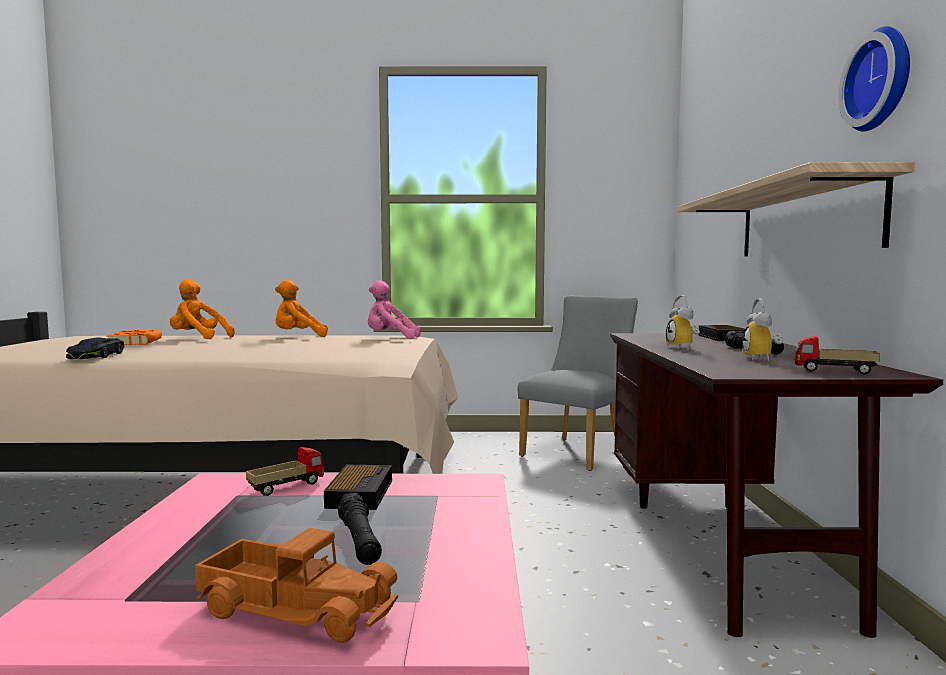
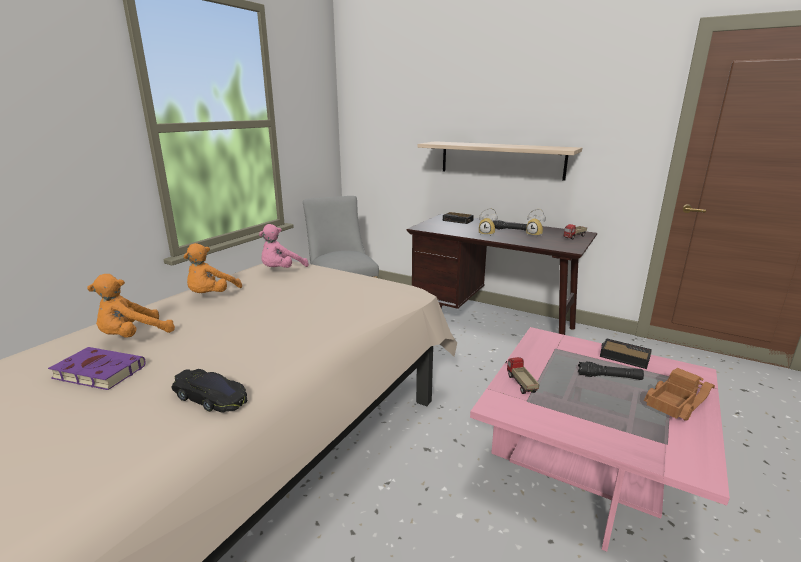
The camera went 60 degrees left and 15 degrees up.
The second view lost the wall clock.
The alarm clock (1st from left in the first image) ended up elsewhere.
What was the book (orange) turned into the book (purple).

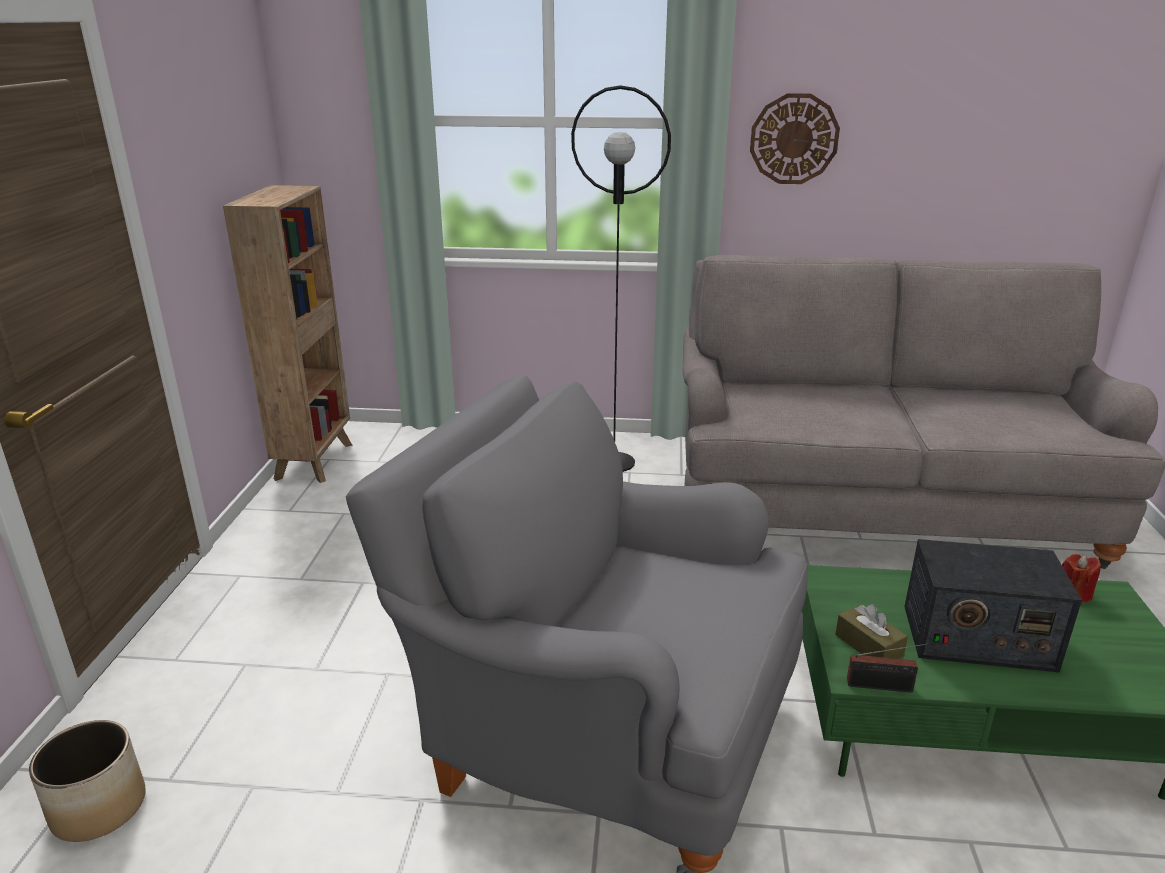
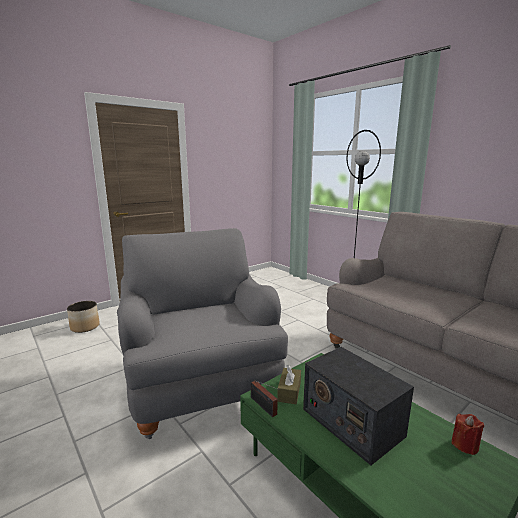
The camera went 45 degrees right and 10 degrees down.
The second view lost the bookcase (brown).
The second view lost the wall clock.

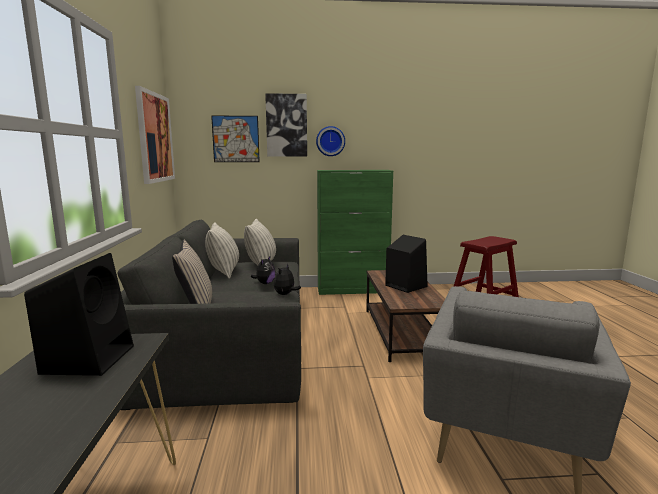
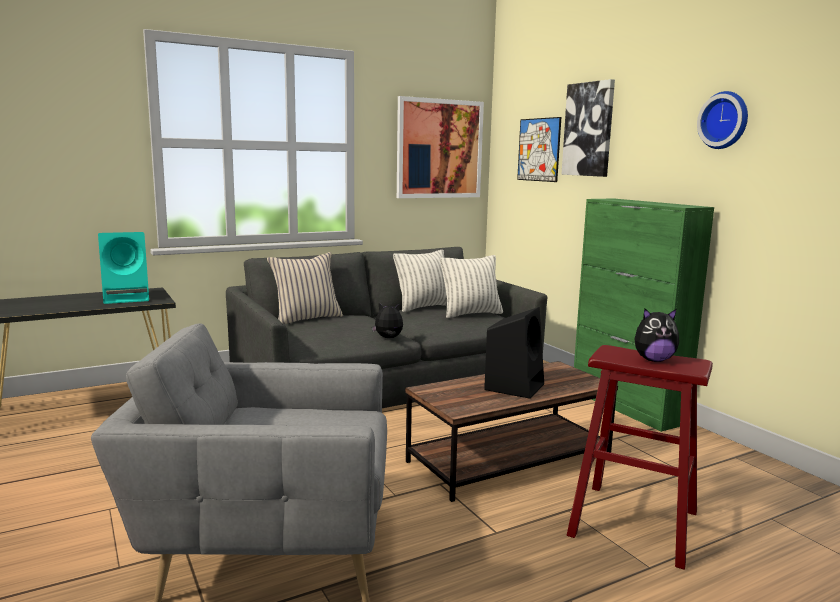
The camera went 65 degrees right and 0 degrees up.
The plush toy (1st from left in the first image) ended up elsewhere.
The wall clock ended up elsewhere.
What was the speaker (black) (1st from left) turned into the speaker (turquoise).

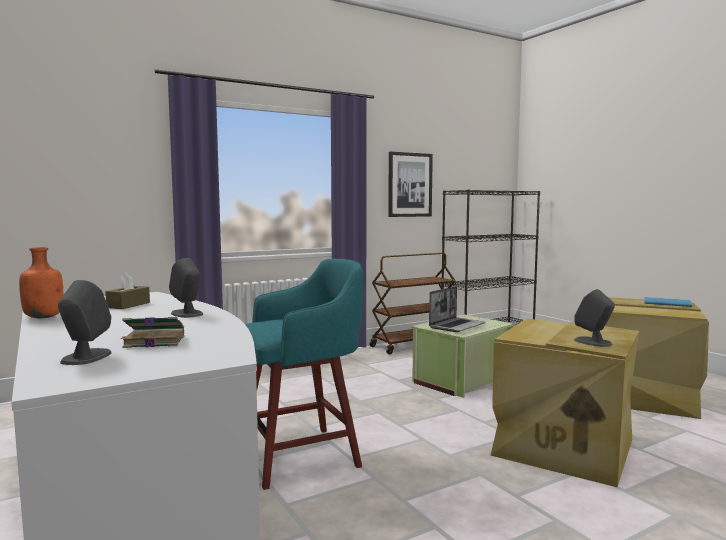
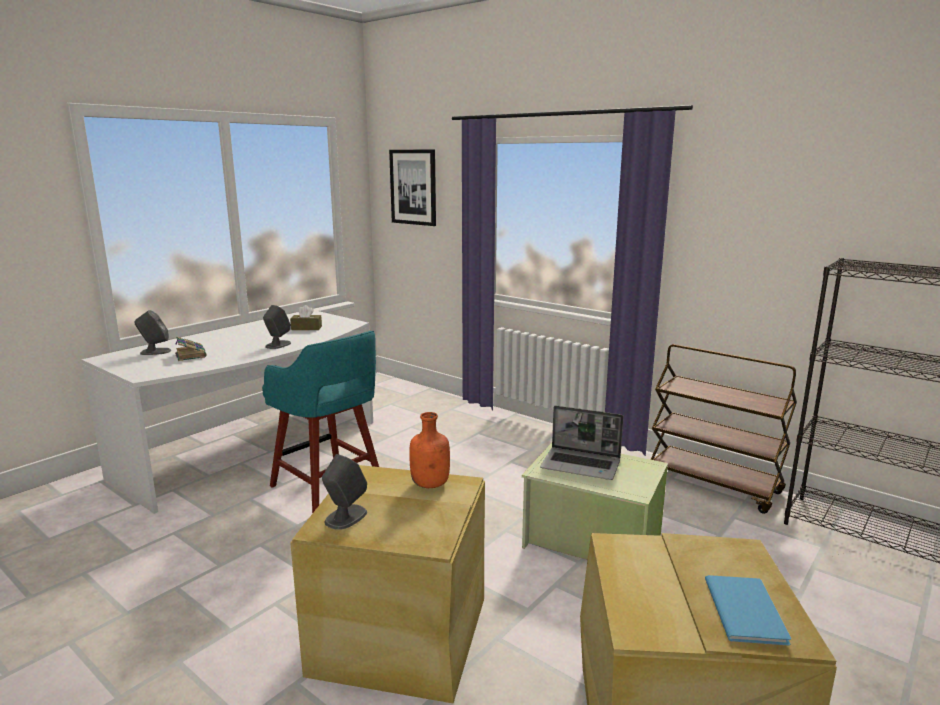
The camera went 70 degrees right and 10 degrees up.
The bottle (orange) ended up elsewhere.
The picture ended up elsewhere.

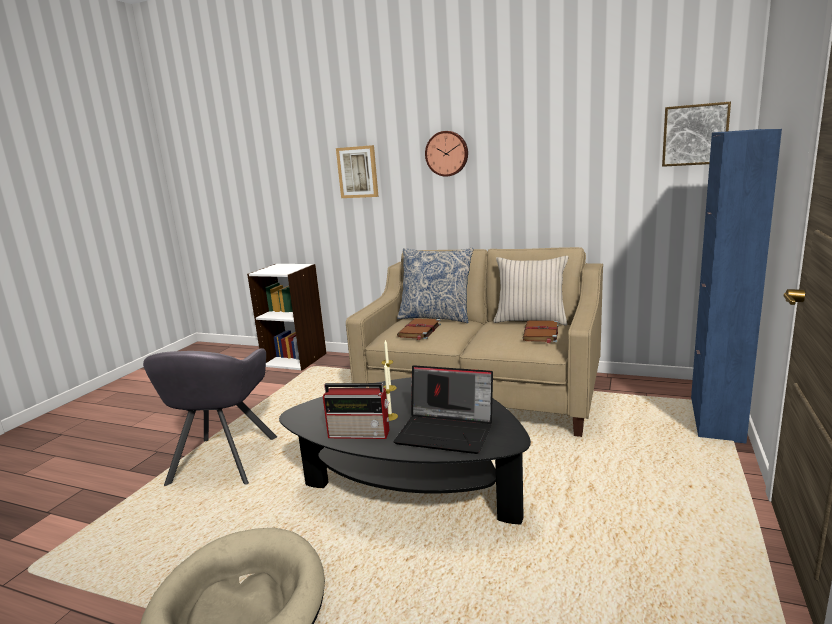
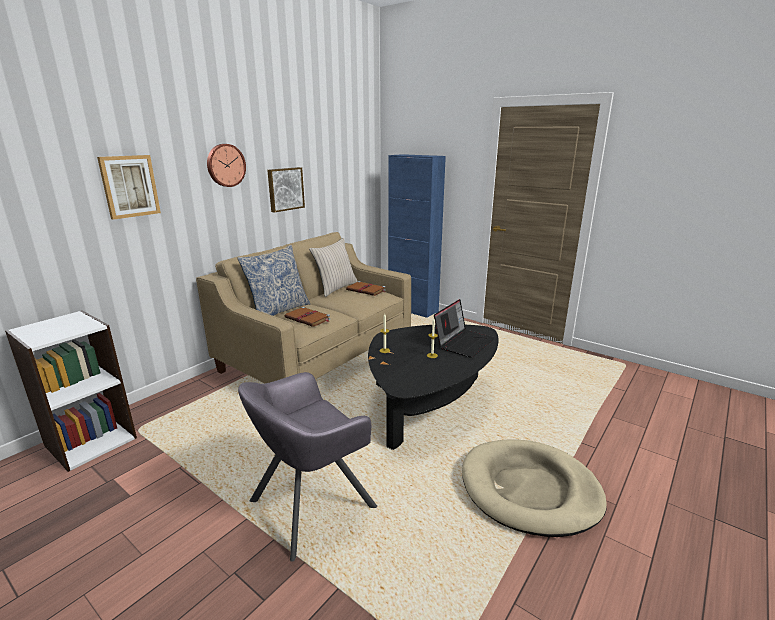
The camera went 75 degrees left and 5 degrees up.
The second view lost the radio.
The picture (2nd from left) ended up elsewhere.
The armchair (grey) ended up facing another way, 120 degrees clockwise from before.

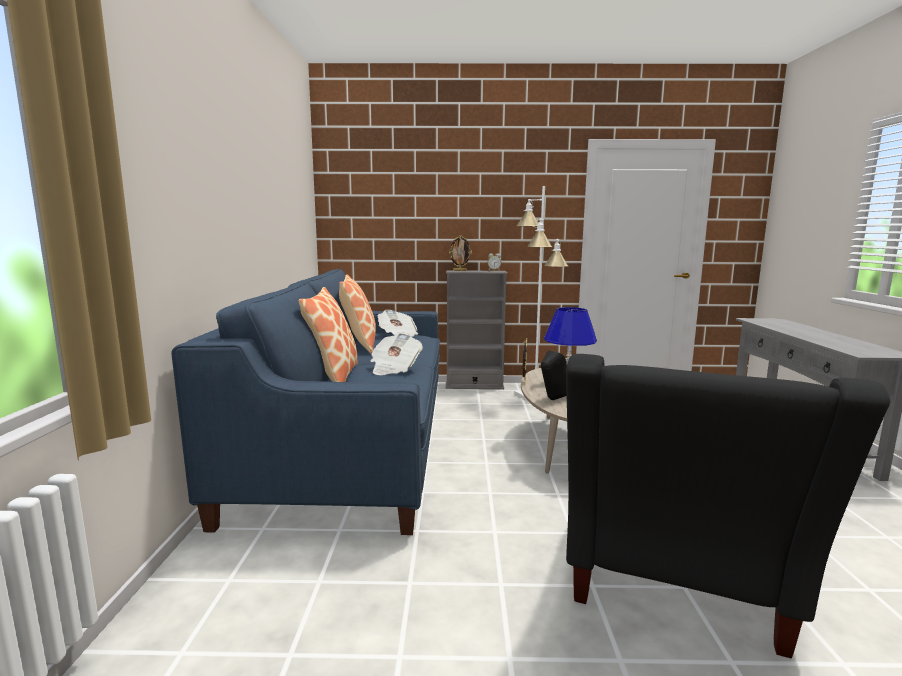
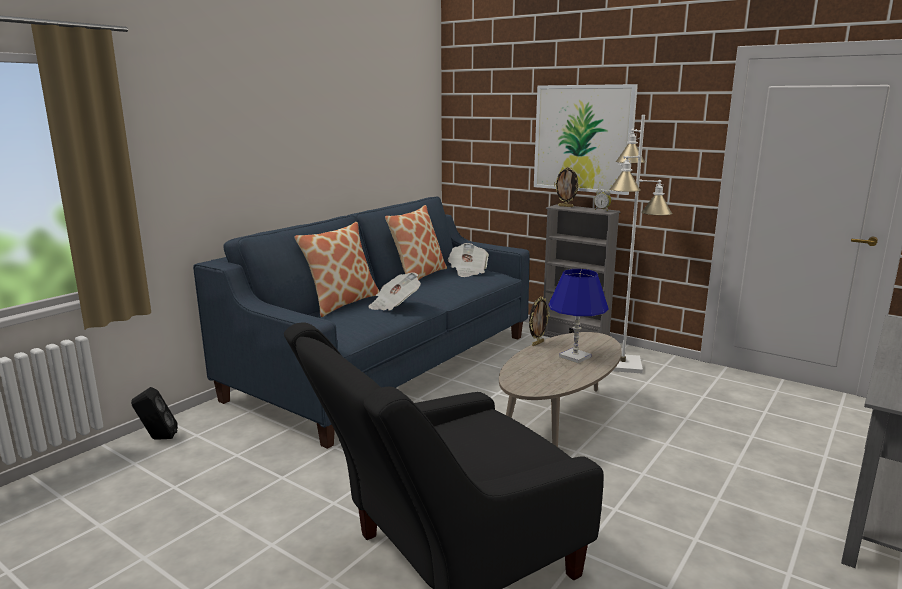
The camera went 35 degrees right and 5 degrees up.
The second view gained the picture.
The speaker (black) ended up elsewhere.

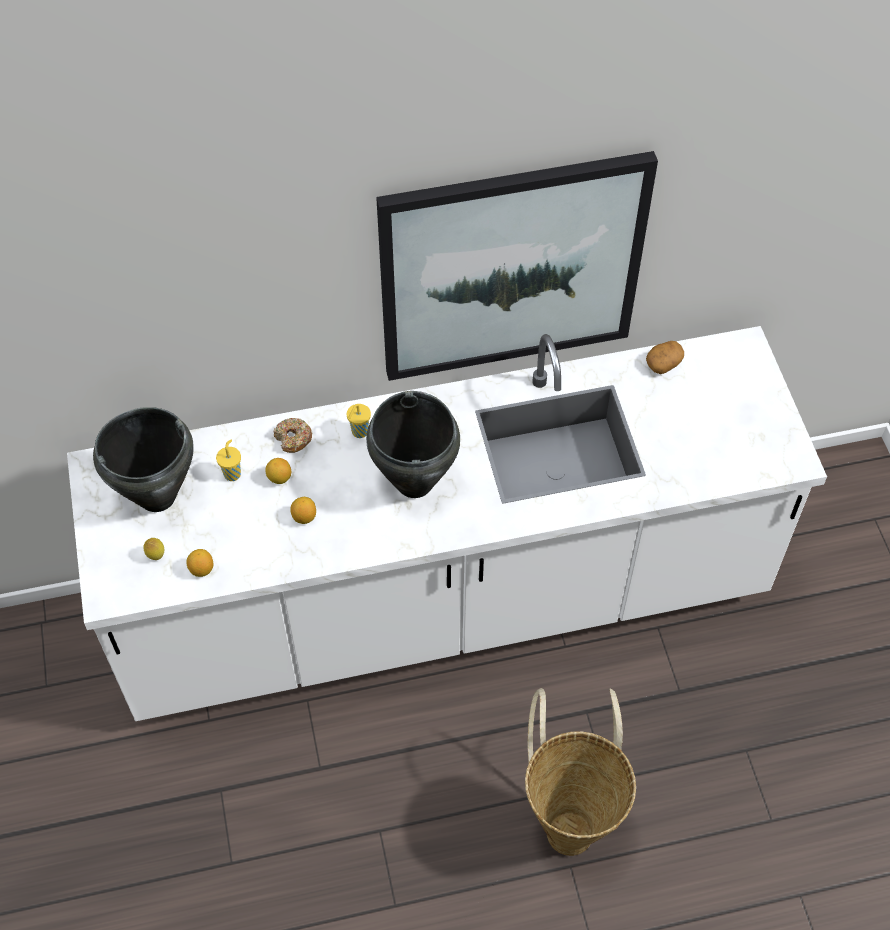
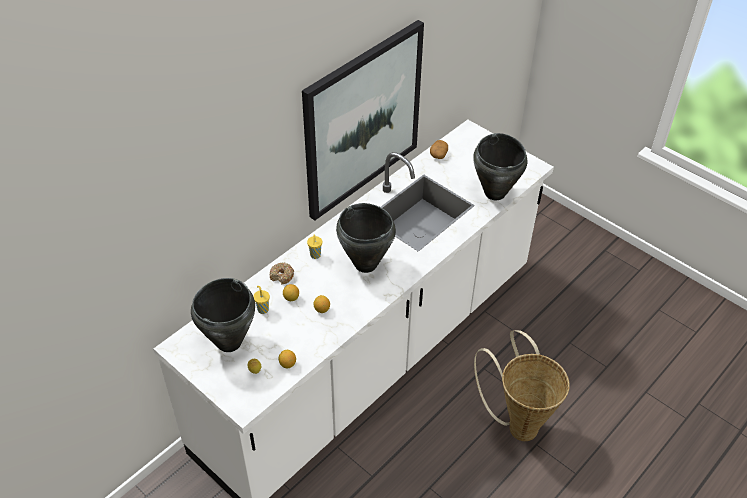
The camera went 35 degrees left and 10 degrees down.
The second view gained the cooking pot (black) (3rd from left).

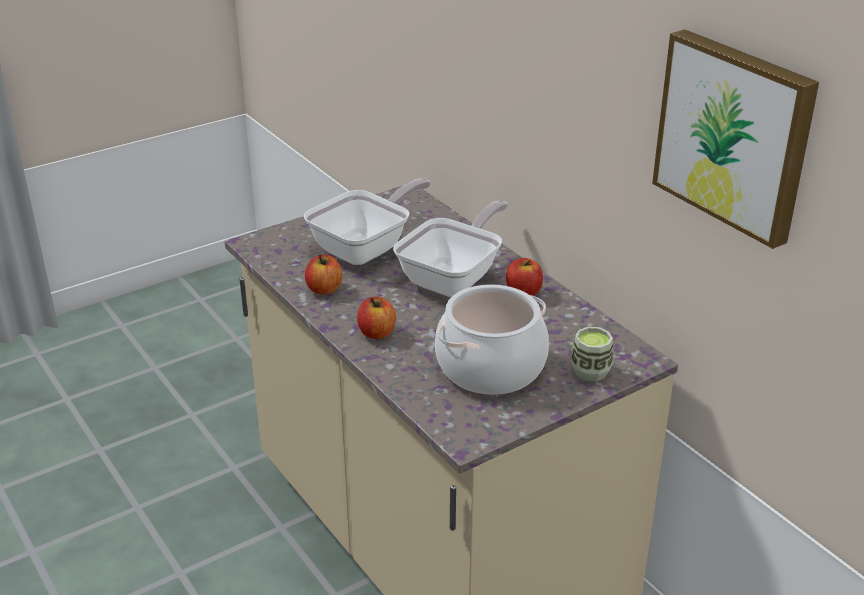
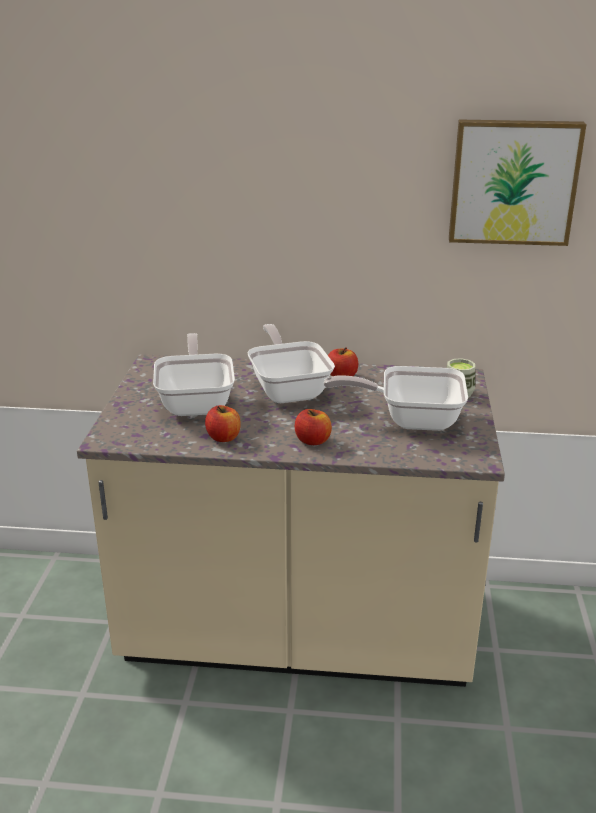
The camera went 50 degrees left and 5 degrees down.
Where the cooking pot stood, the frying pan (3rd from left) came to stand.

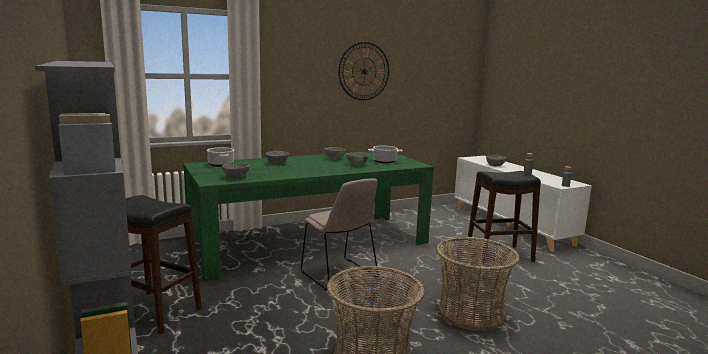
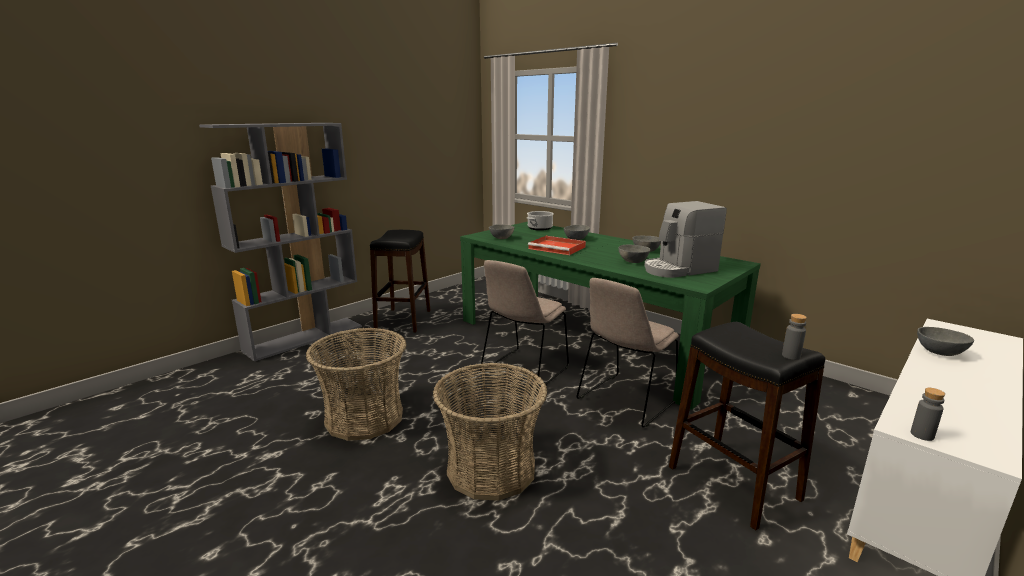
The camera went 70 degrees right and 5 degrees up.
The second view lost the wall clock.
The second view gained the tray (red).
The second view gained the chair (beige) (2nd from left).
Where the cooking pot (2nd from left) stood, the coffee machine came to stand.

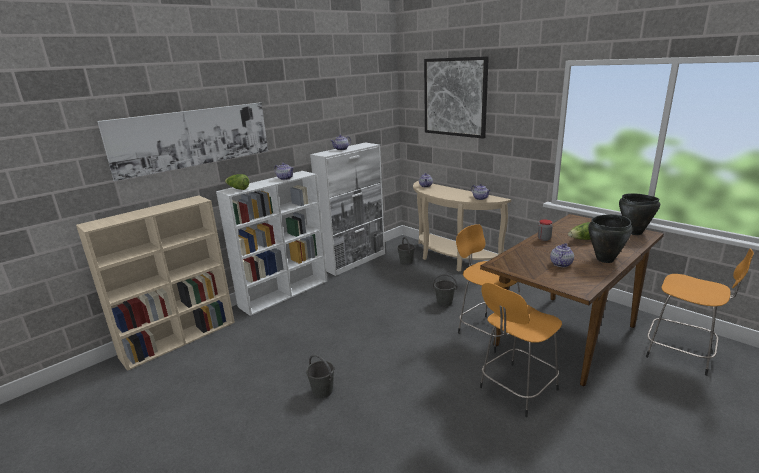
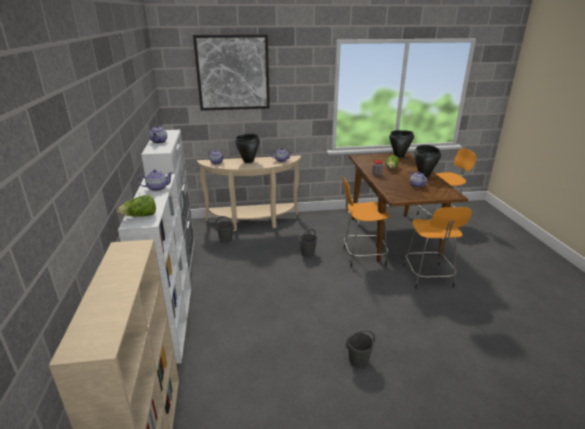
The camera went 55 degrees left and 5 degrees up.
The second view lost the picture (1st from left).
The second view gained the cooking pot (black) (1st from left).

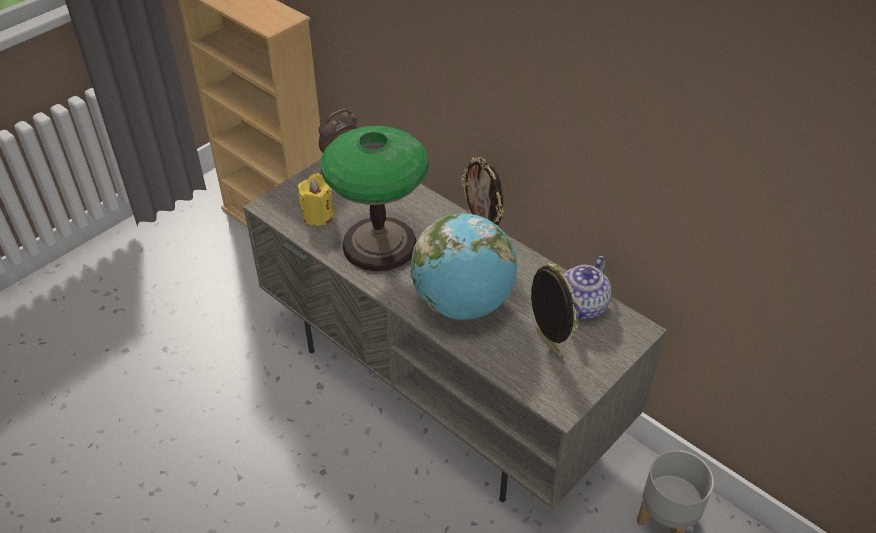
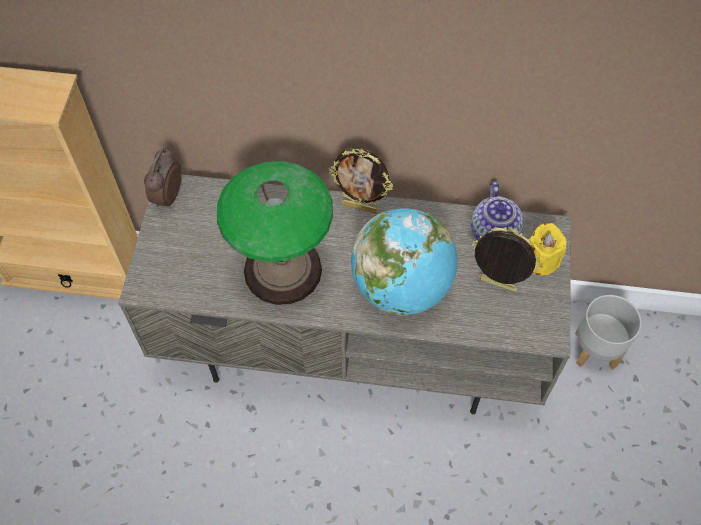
The camera went 35 degrees left and 15 degrees up.
The candle (yellow) ended up elsewhere.

